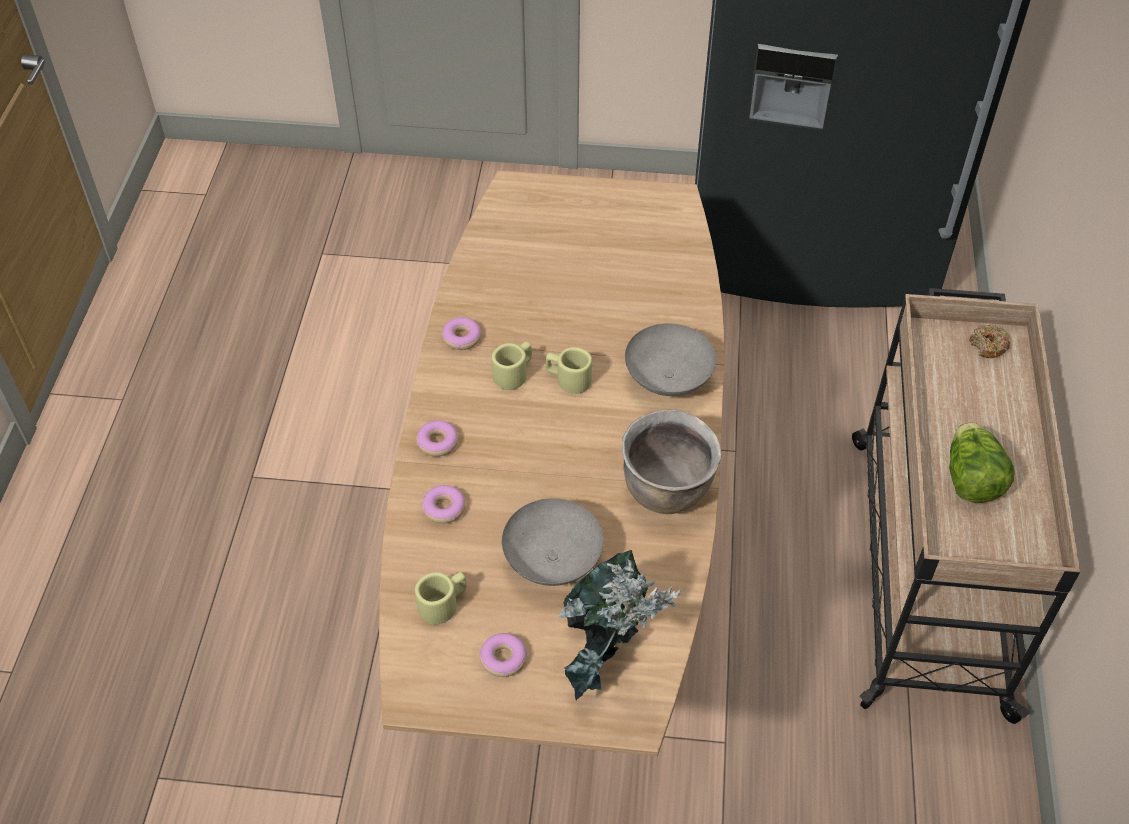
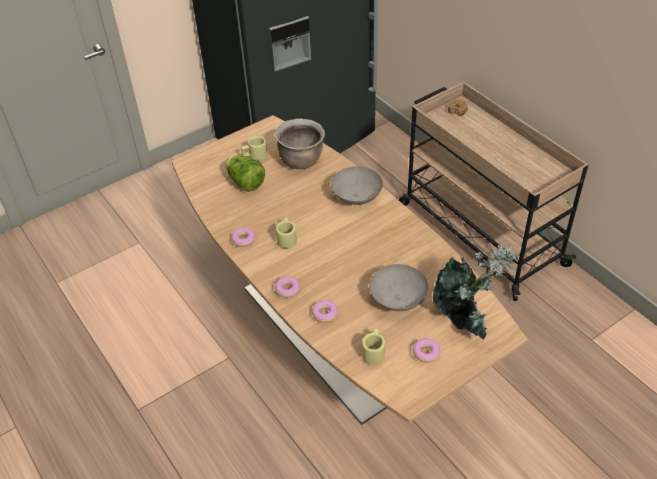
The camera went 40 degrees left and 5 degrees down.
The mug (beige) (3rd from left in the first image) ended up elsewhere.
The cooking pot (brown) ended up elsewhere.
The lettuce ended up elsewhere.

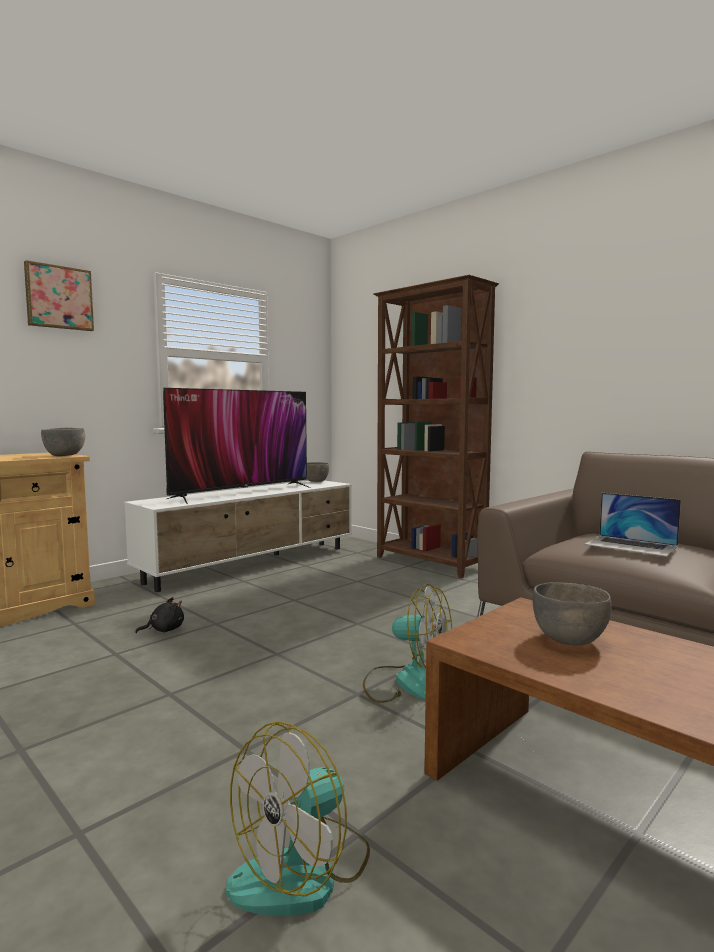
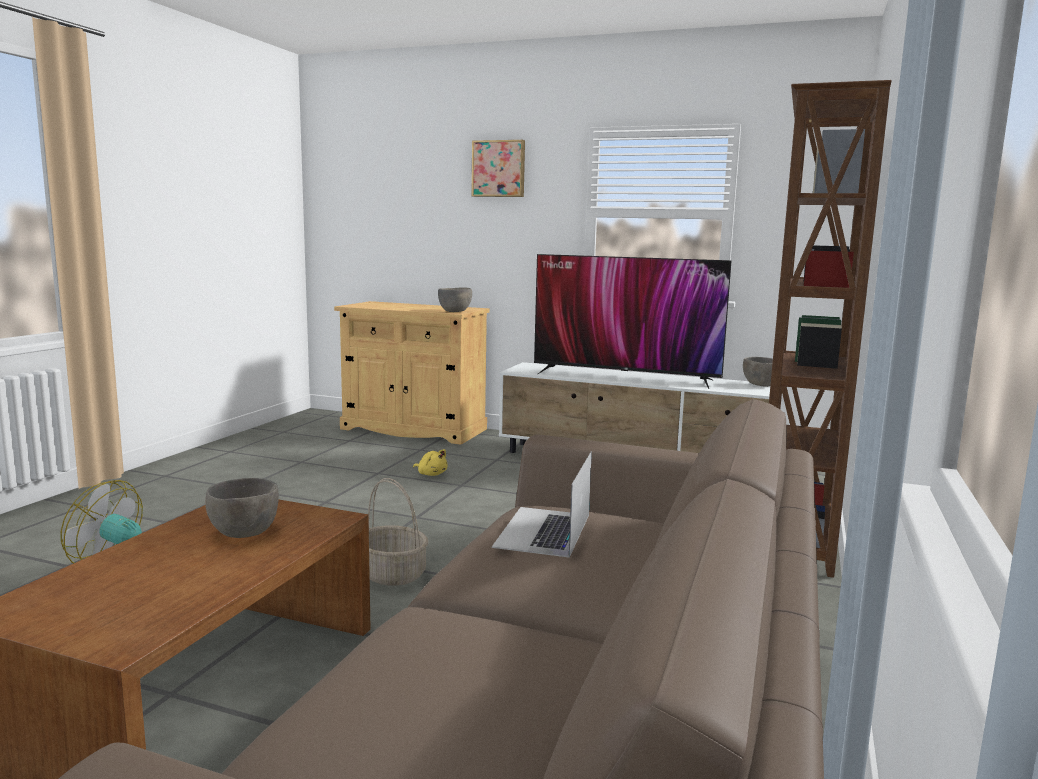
The camera went 65 degrees right and 5 degrees up.
Where the fan (2nd from left) stood, the basket came to stand.
What was the plush toy (black) turned into the plush toy (yellow).

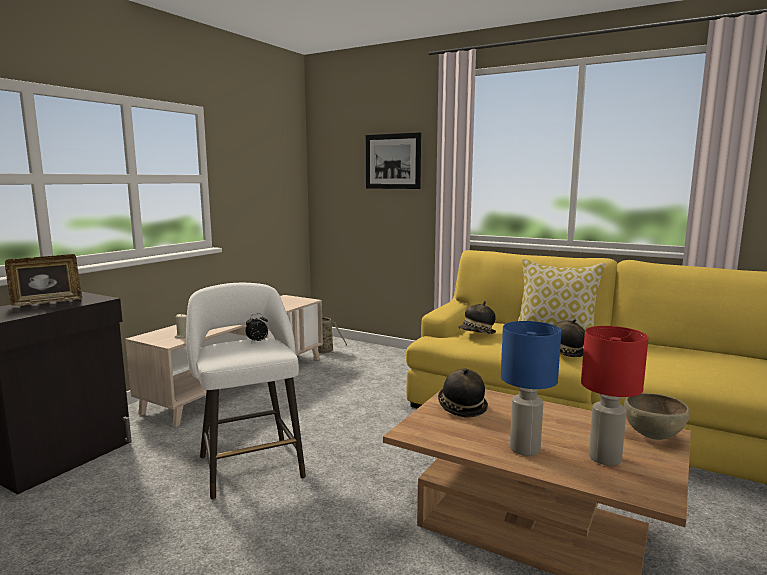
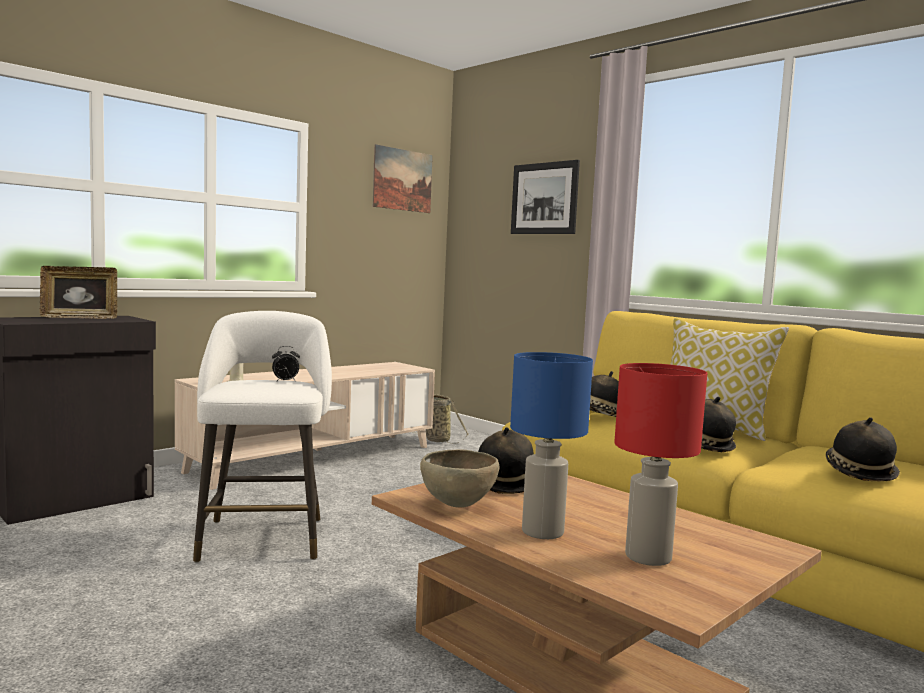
The camera went 15 degrees right and 5 degrees down.
The second view gained the picture (1st from left).
The second view gained the hat (4th from left).
The bowl (brown) ended up elsewhere.

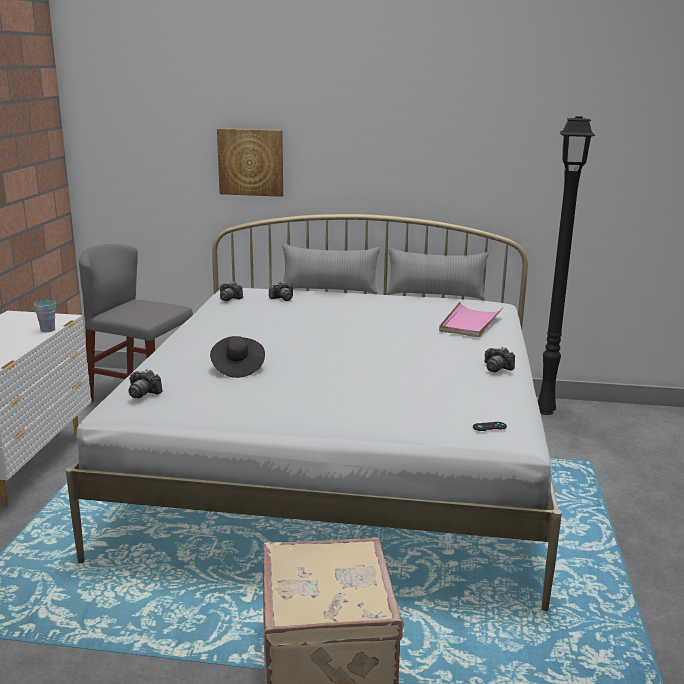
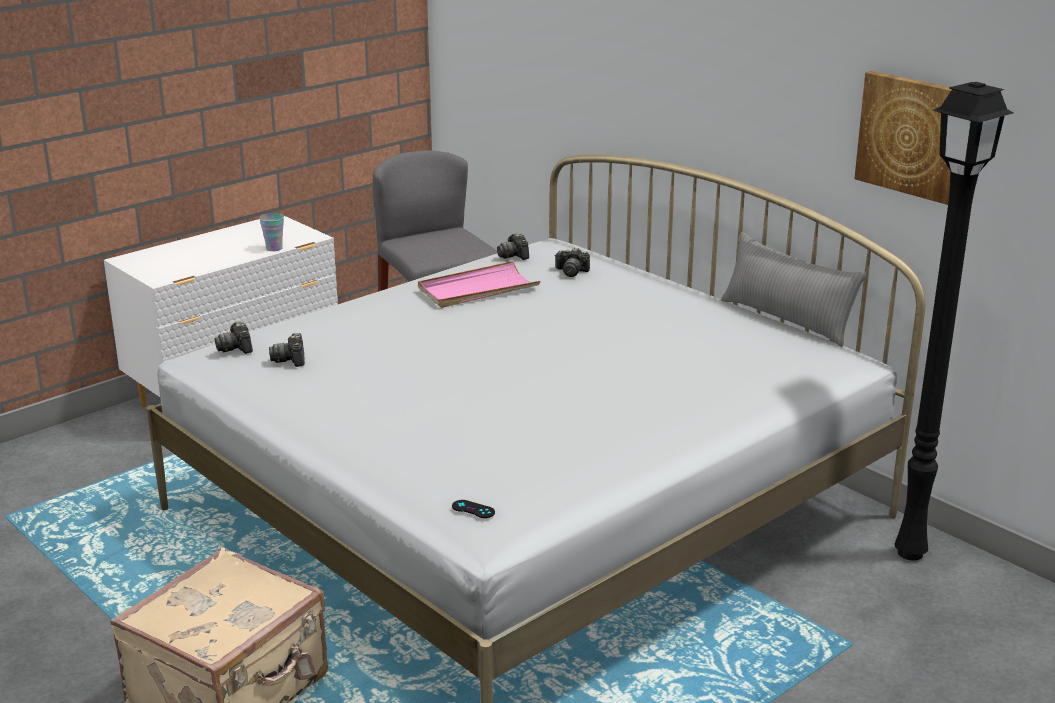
The camera went 40 degrees right and 5 degrees up.
The second view lost the hat (black).
The second view lost the pillow (grey) (1st from left).
The picture ended up elsewhere.
The tray (pink) ended up elsewhere.
The photo camera (4th from left in the first image) ended up elsewhere.

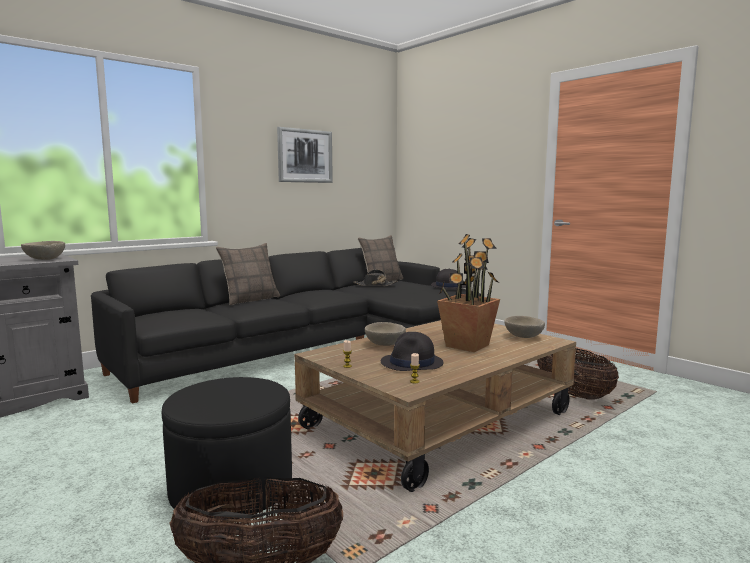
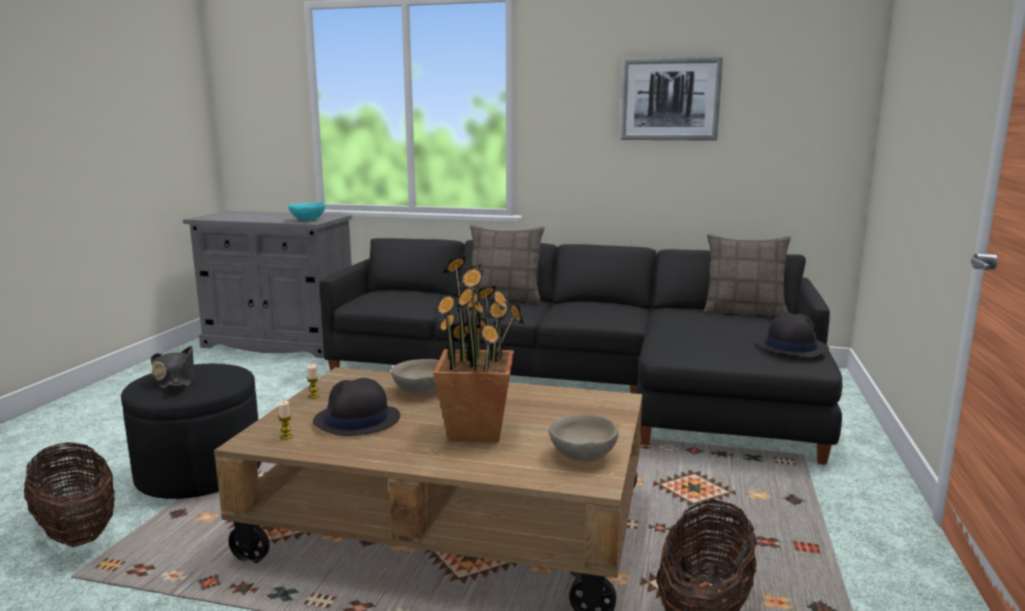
The camera went 55 degrees right and 5 degrees up.
The hat (black) (1st from left) ended up elsewhere.
What was the bowl (beige) (1st from left) turned into the bowl (turquoise).

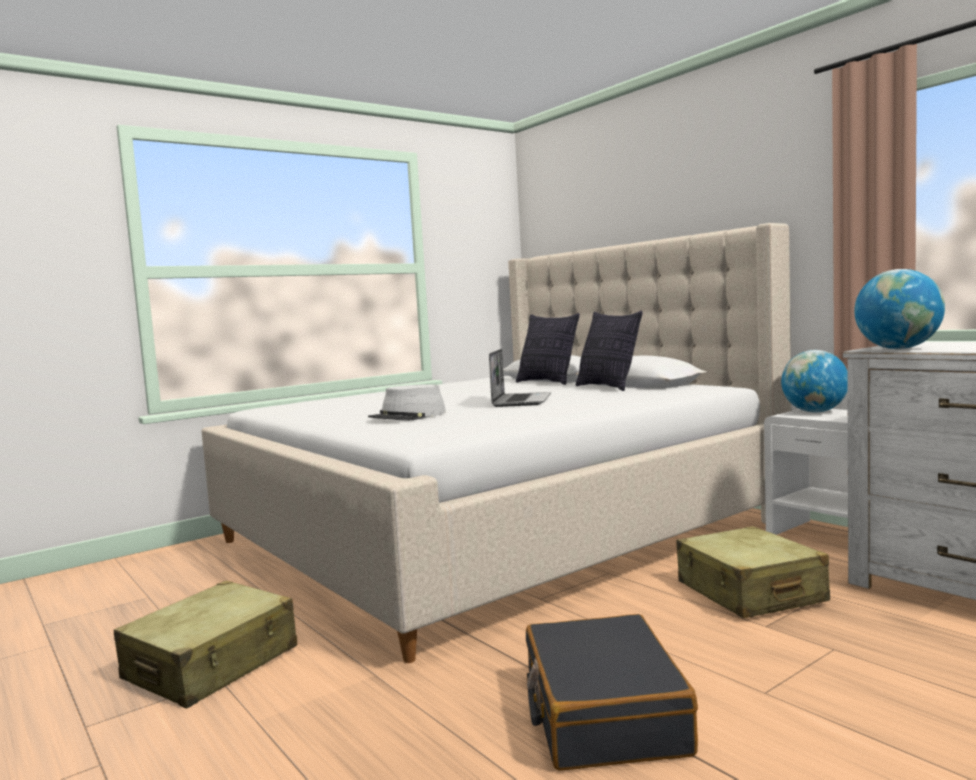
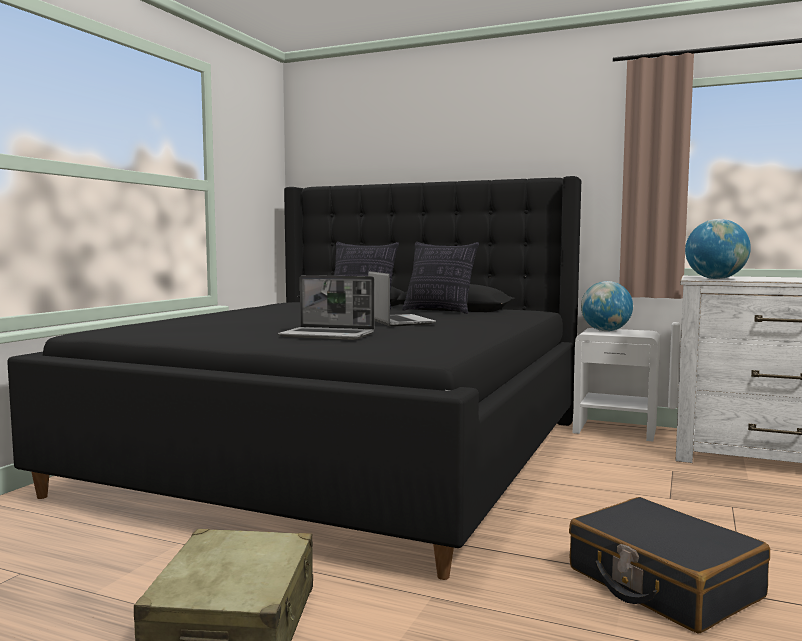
The camera went 30 degrees left and 0 degrees up.
The second view lost the suitcase (beige) (2nd from left).
Where the hat (grey) stood, the laptop (1st from left) came to stand.
What was the bed (beige) turned into the bed (black).

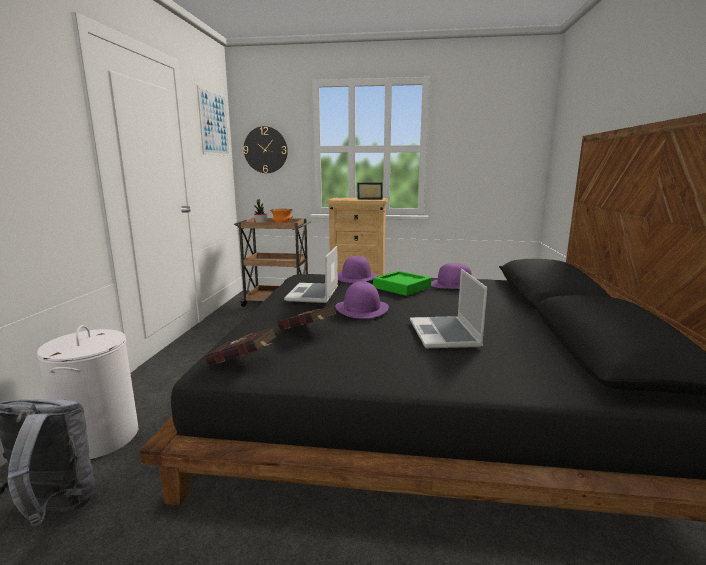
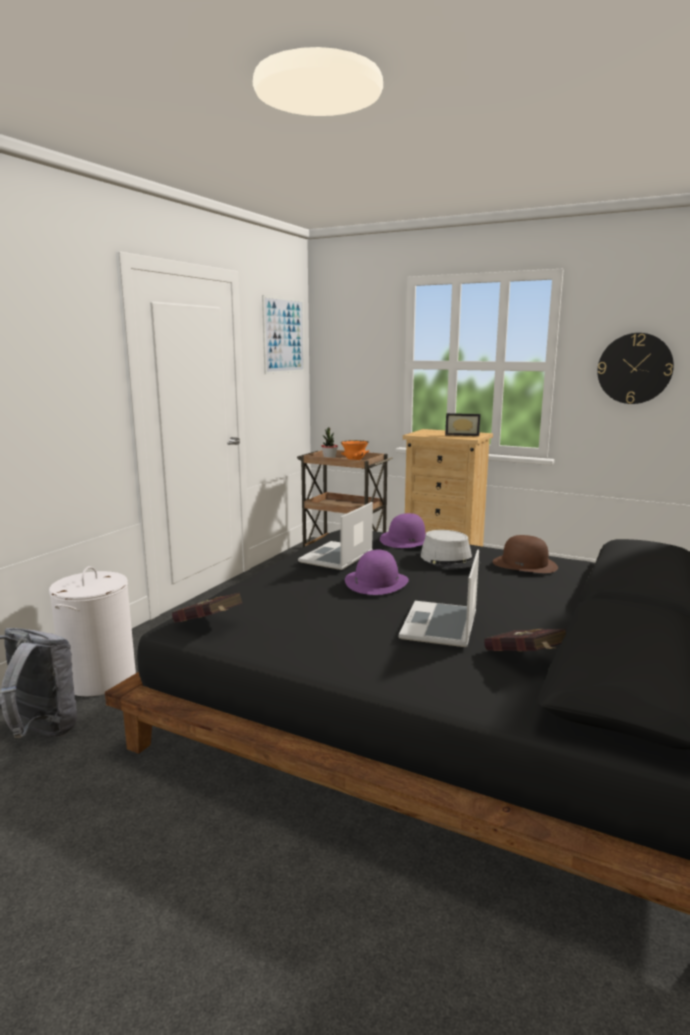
The camera went 20 degrees right and 0 degrees up.
The wall clock ended up elsewhere.
The book (red) (2nd from left) ended up elsewhere.
Where the tray (green) stood, the hat (grey) came to stand.
What was the hat (purple) (3rd from left) turned into the hat (brown).

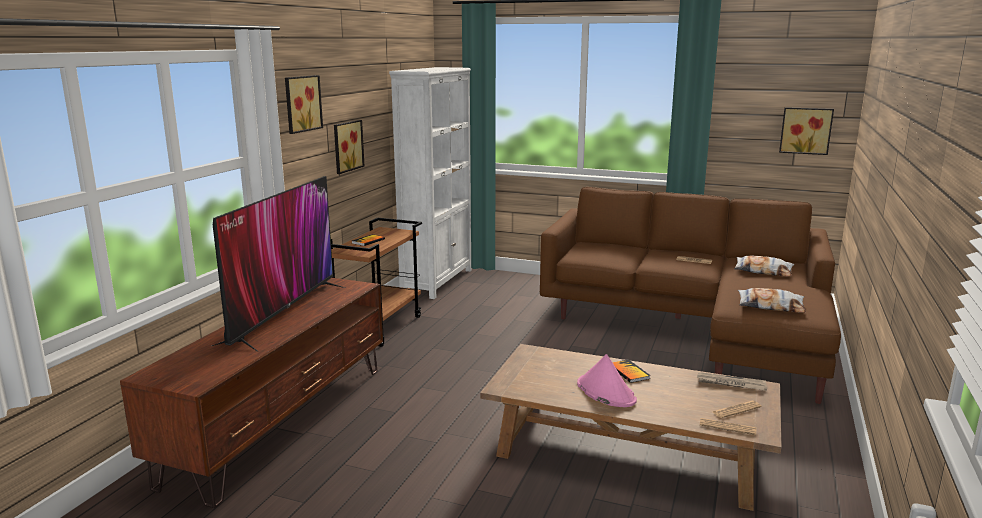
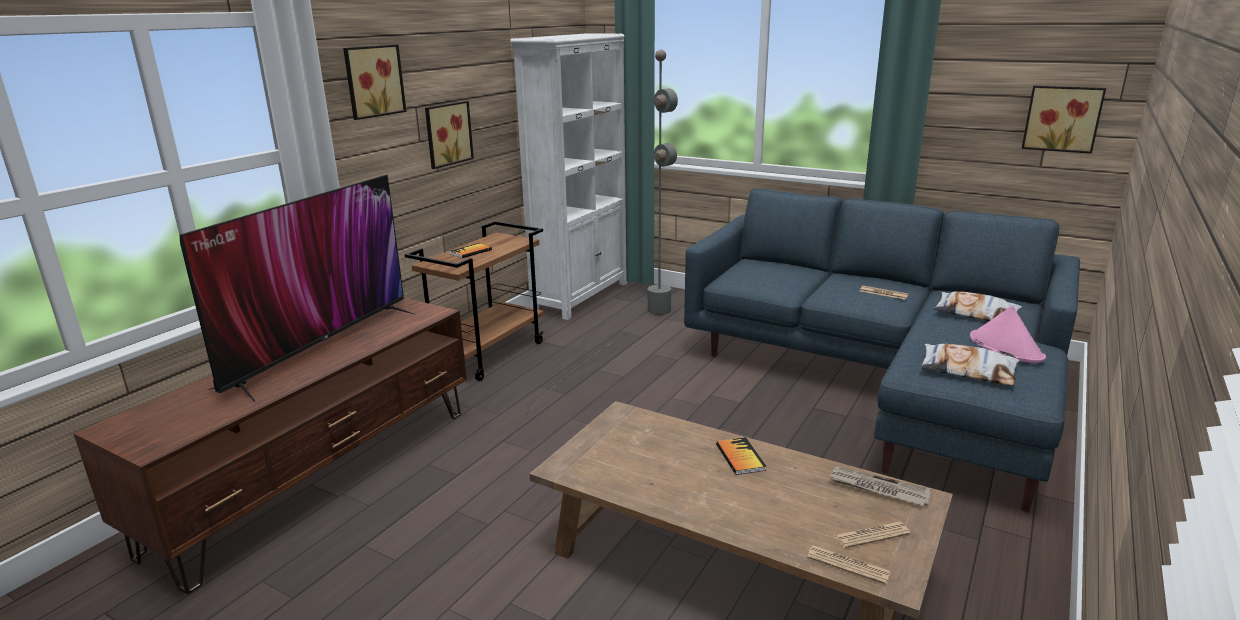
The camera went 10 degrees right and 5 degrees up.
The second view gained the floor lamp (grey).
The hat (pink) ended up elsewhere.
What was the sofa (brown) turned into the sofa (blue).

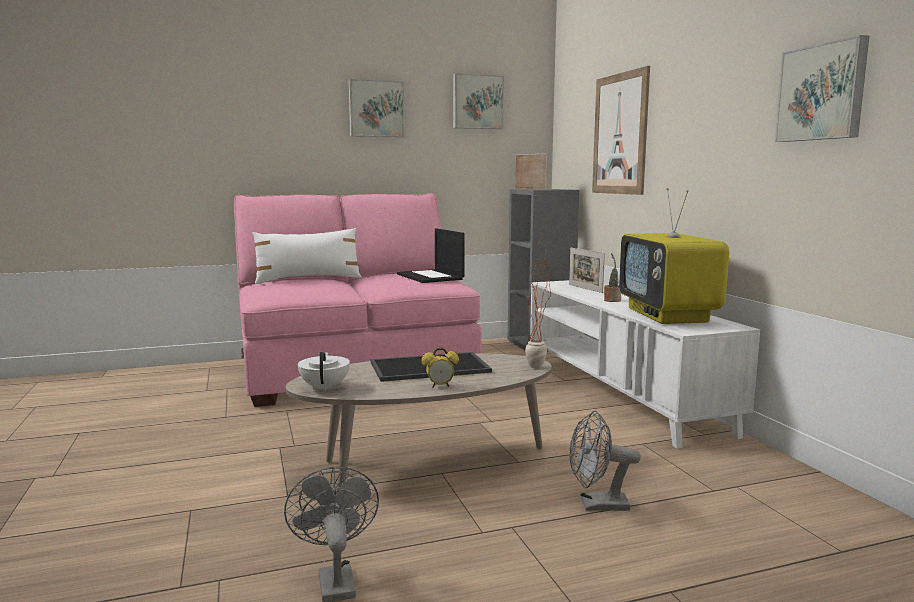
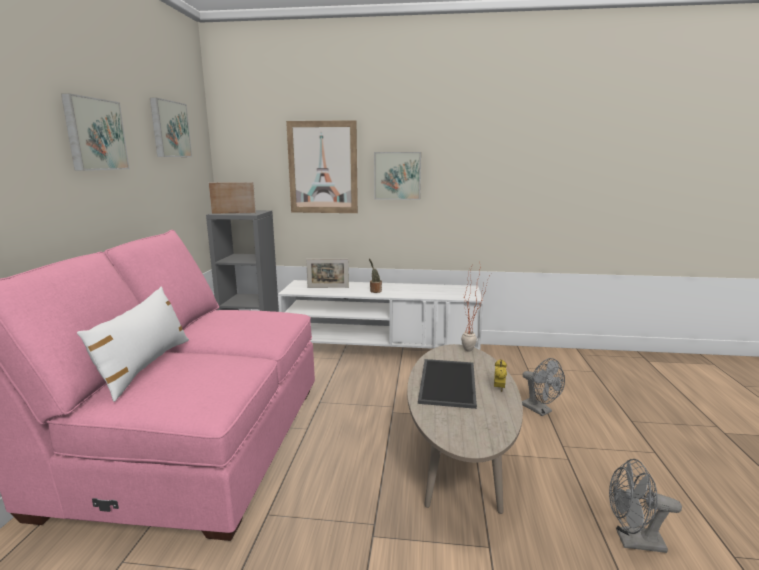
The camera went 65 degrees left and 5 degrees up.
The second view lost the teapot (white).
The second view lost the laptop.
The second view lost the television.
The picture (4th from left) ended up elsewhere.
The fan (grey) (2nd from left in the first image) ended up facing another way, 60 degrees counterclockwise from before.

